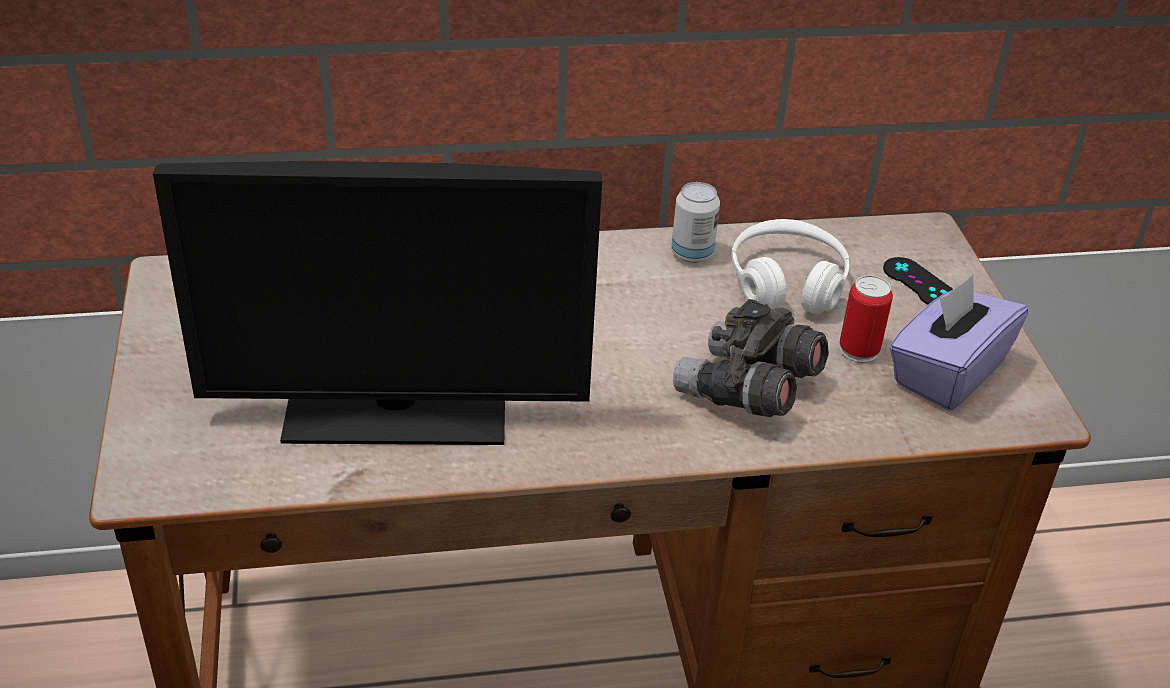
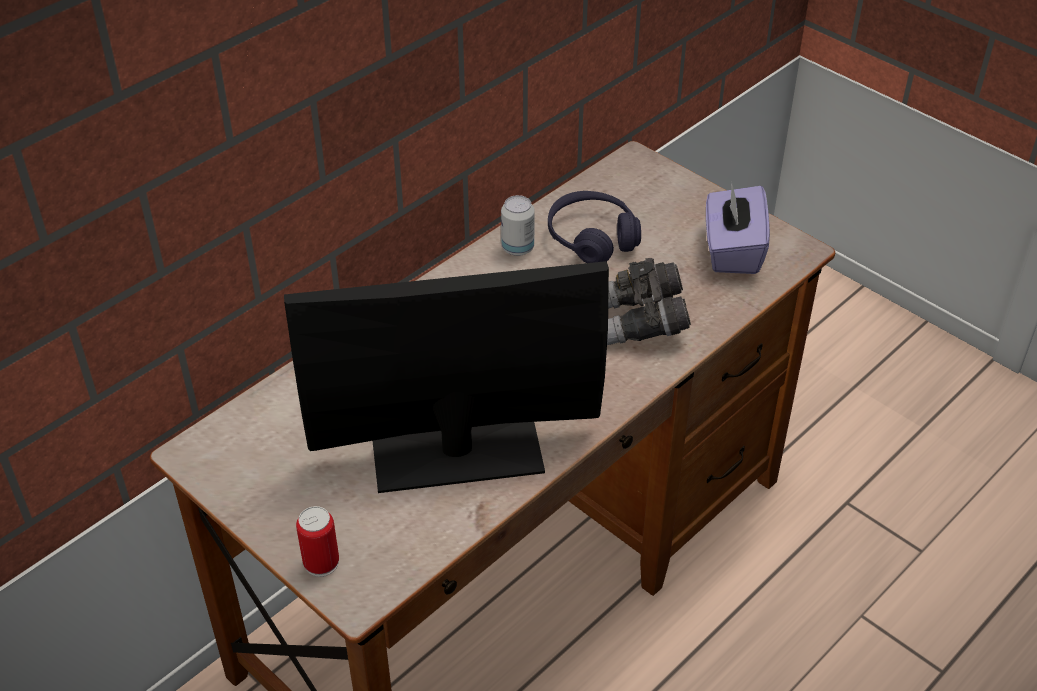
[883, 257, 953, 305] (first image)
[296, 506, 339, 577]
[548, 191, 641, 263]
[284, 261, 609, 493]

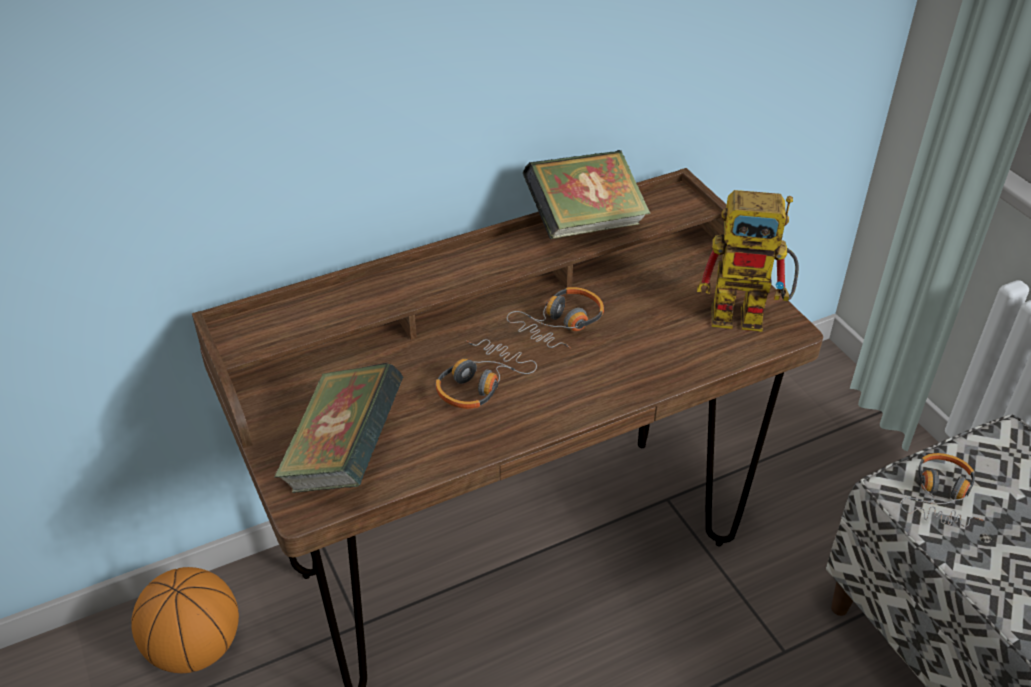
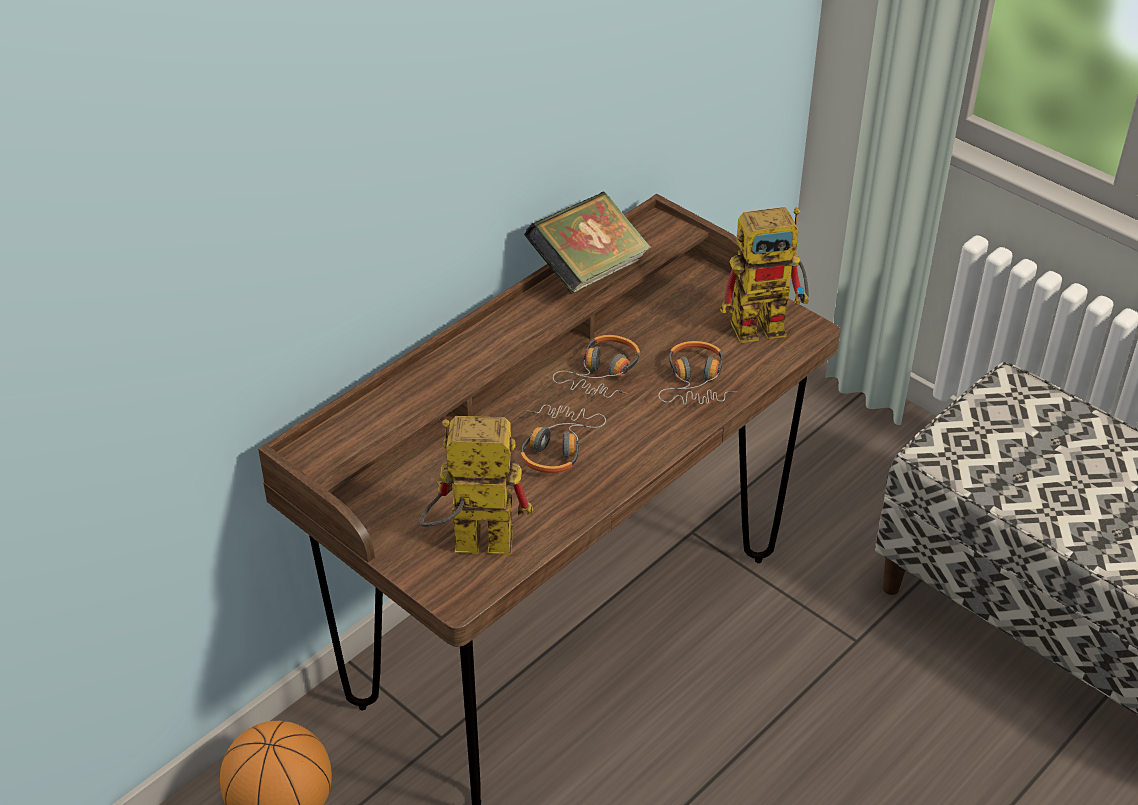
[658, 341, 737, 405]
[419, 416, 533, 555]

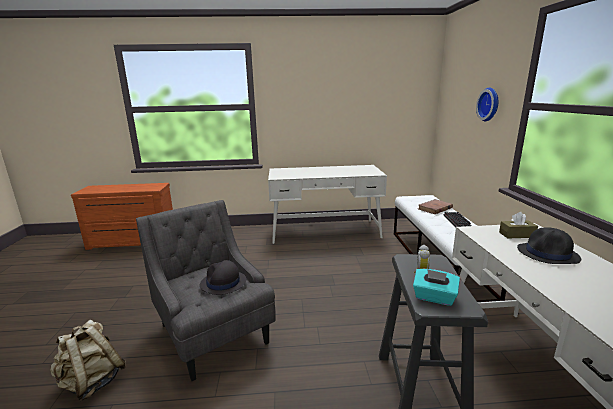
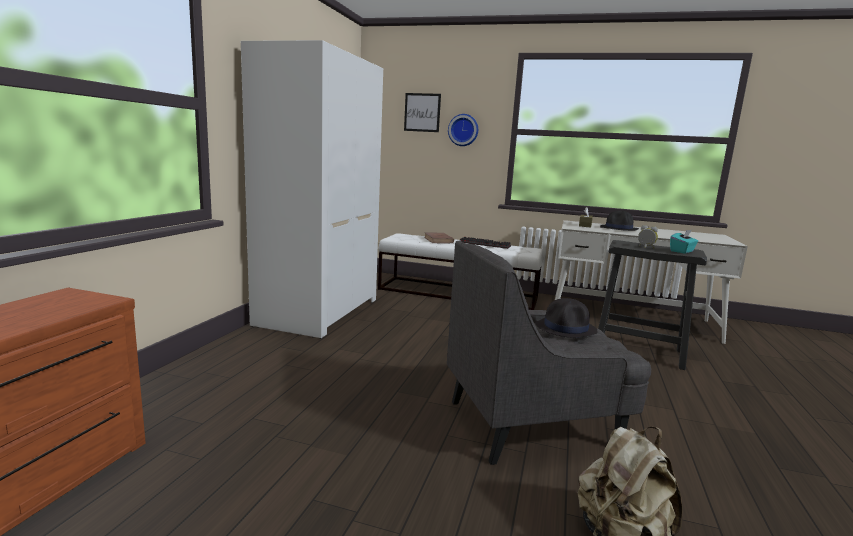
[404, 93, 441, 132]
[241, 40, 383, 339]

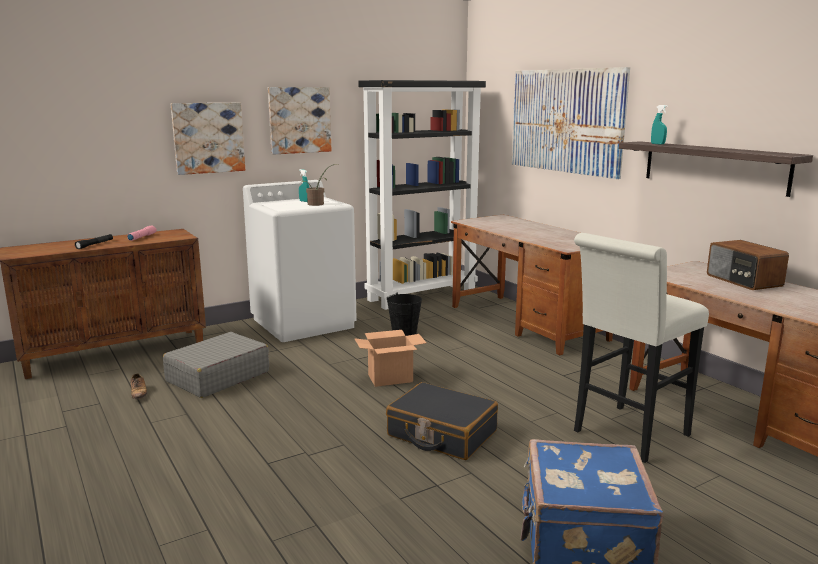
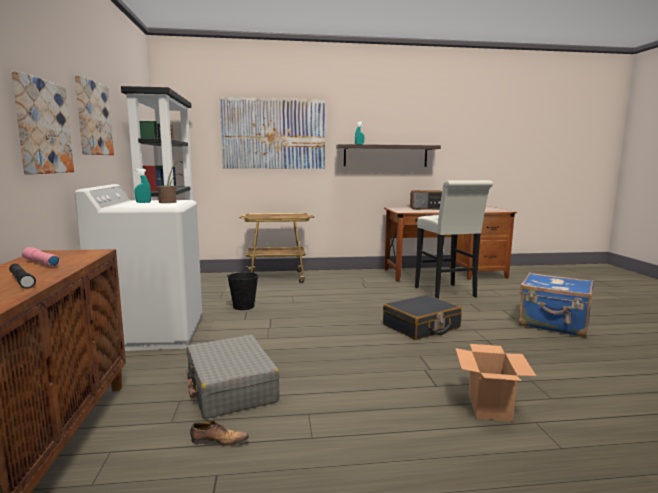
[455, 344, 536, 422]
[239, 213, 314, 283]

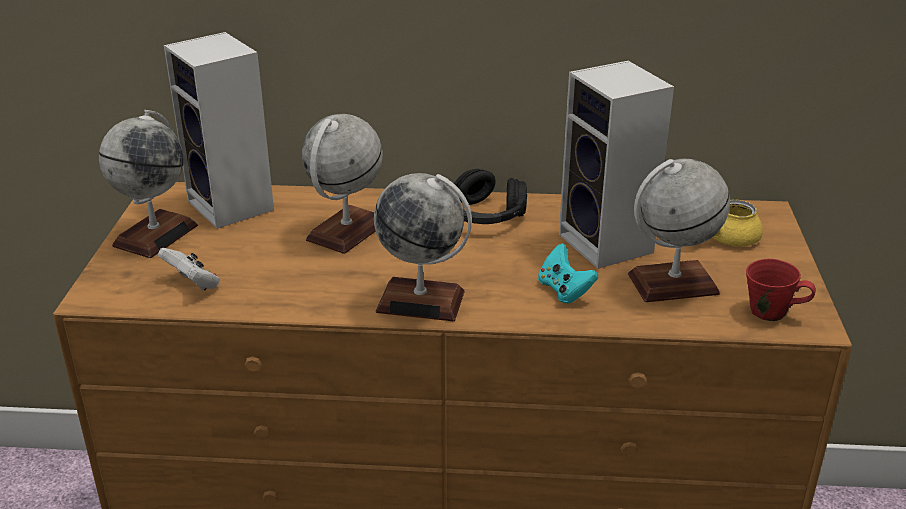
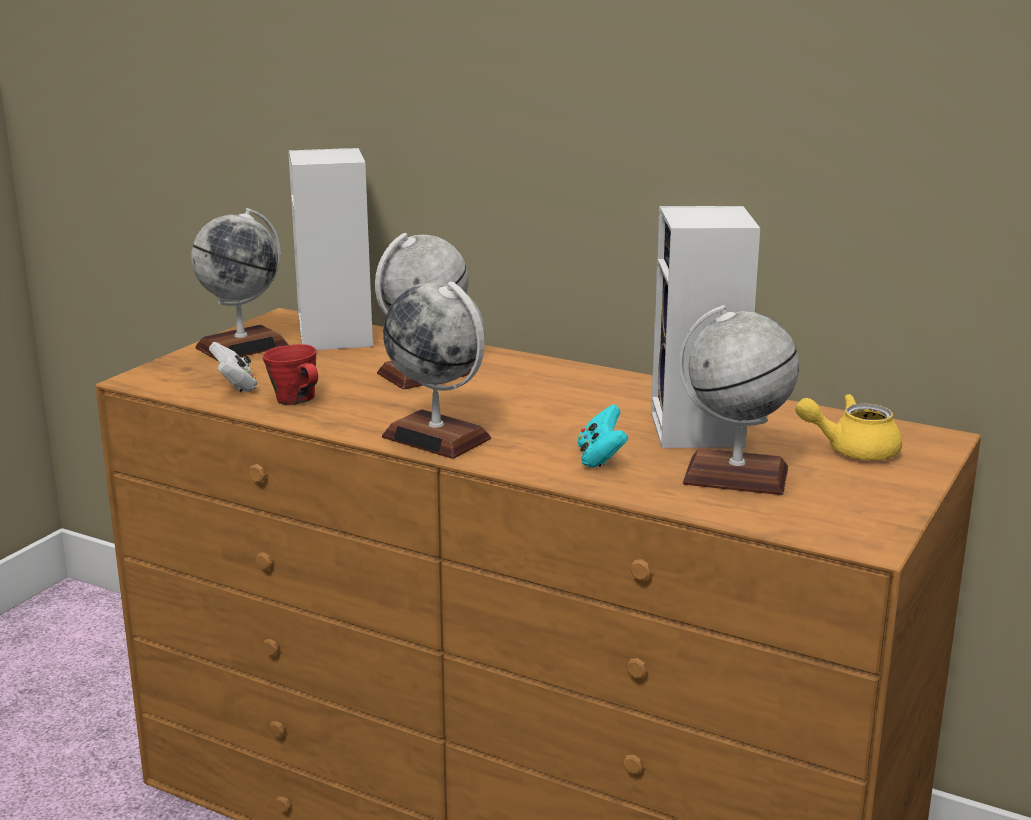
[454, 169, 527, 224] (first image)
[262, 344, 318, 406]

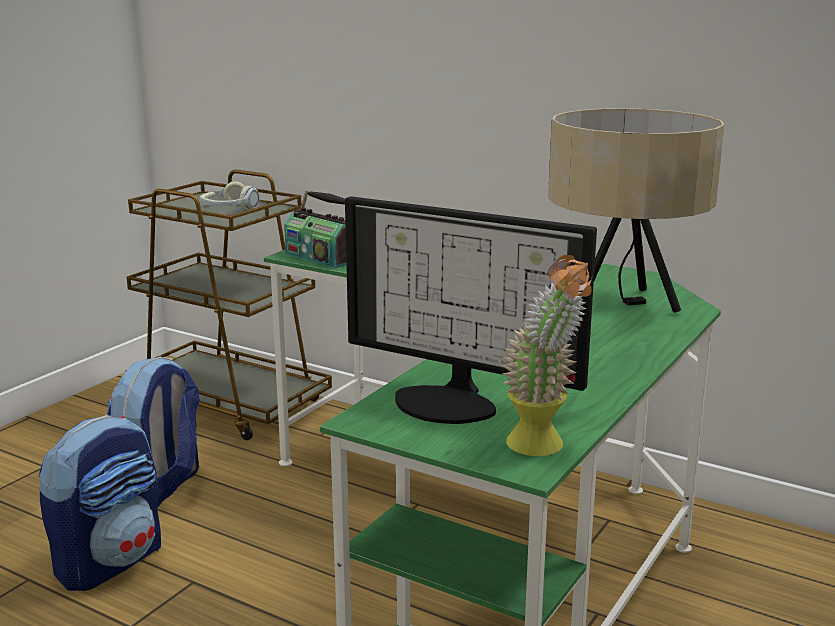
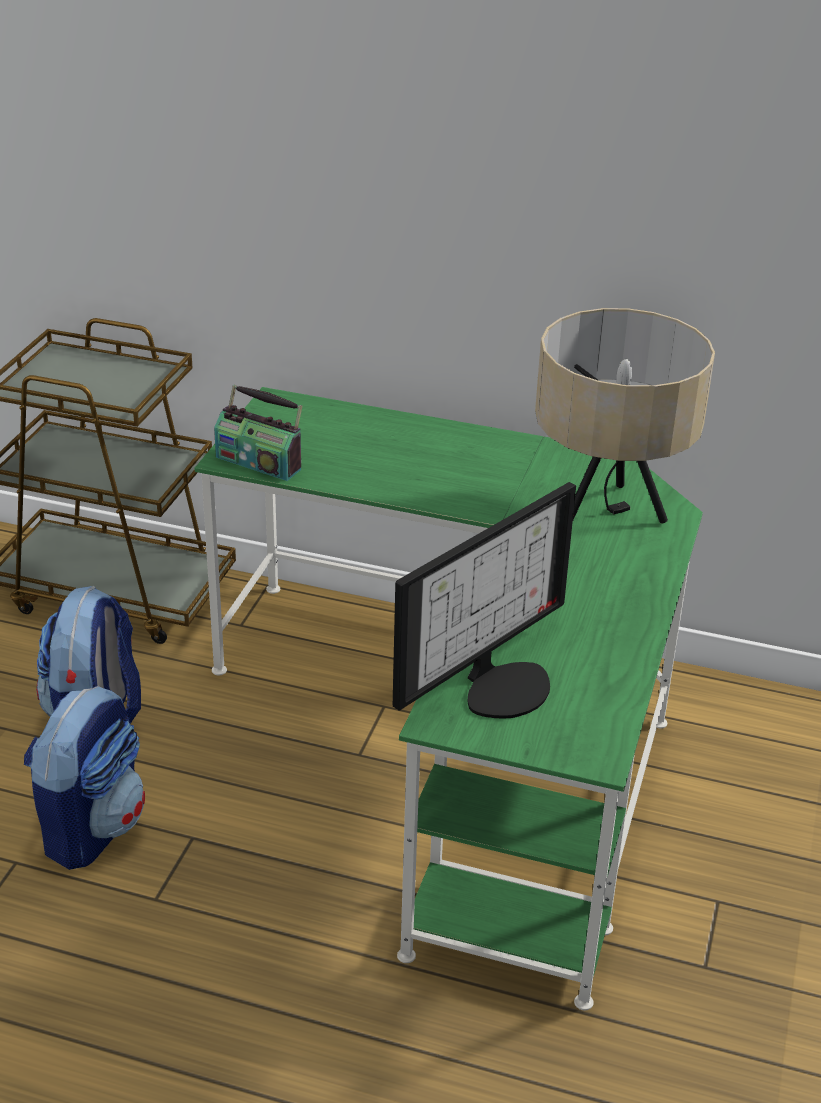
[199, 181, 259, 210] (first image)
[501, 255, 592, 456] (first image)
[393, 482, 576, 718]

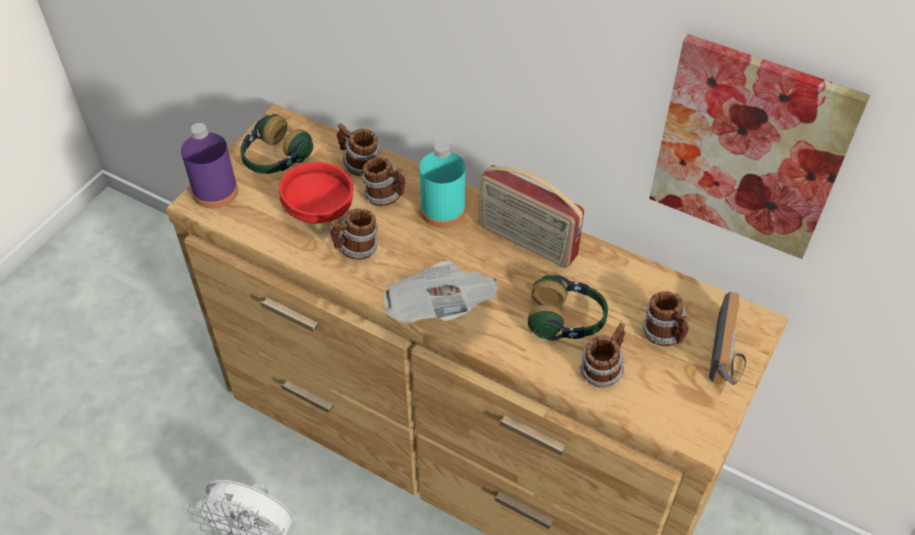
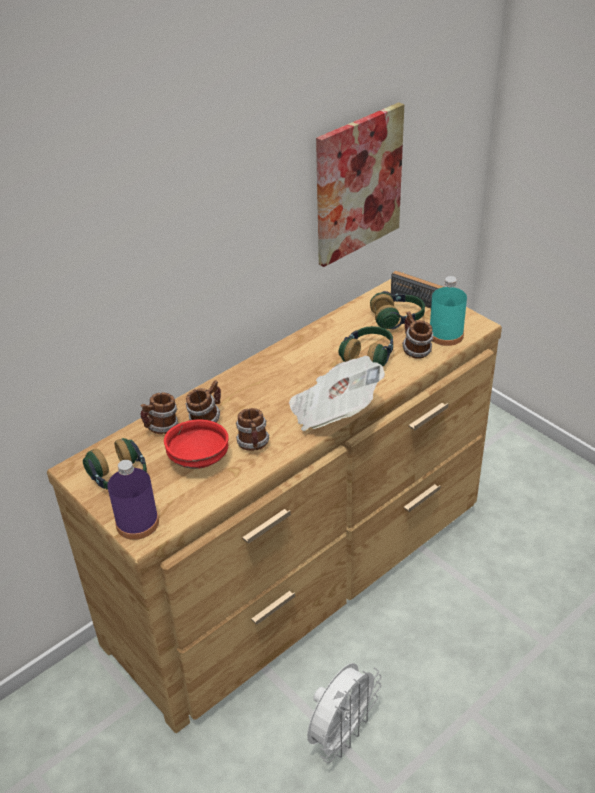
[479, 165, 584, 268] (first image)
[430, 276, 467, 346]
[370, 291, 425, 329]

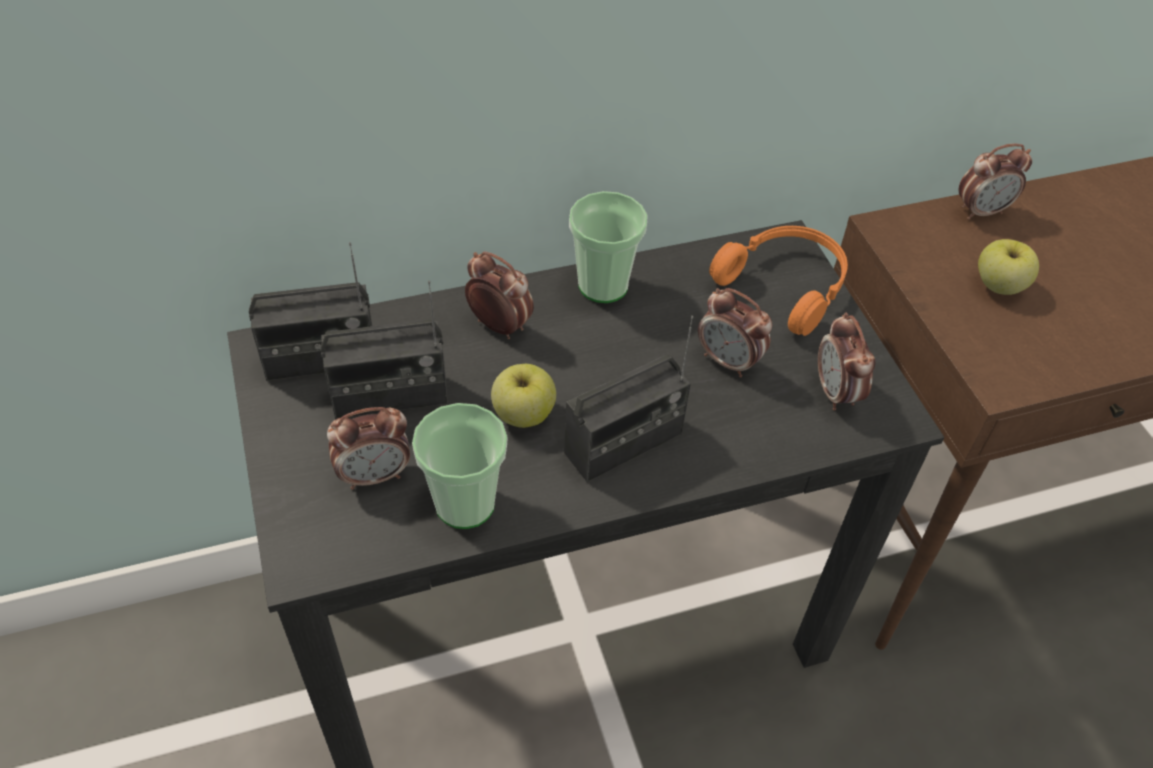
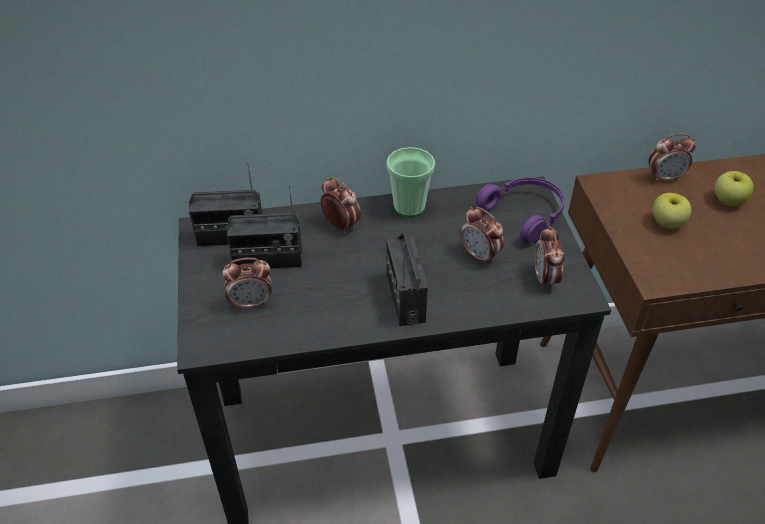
[412, 403, 507, 529] (first image)
[714, 171, 754, 206]
[476, 177, 565, 244]
[386, 232, 428, 326]

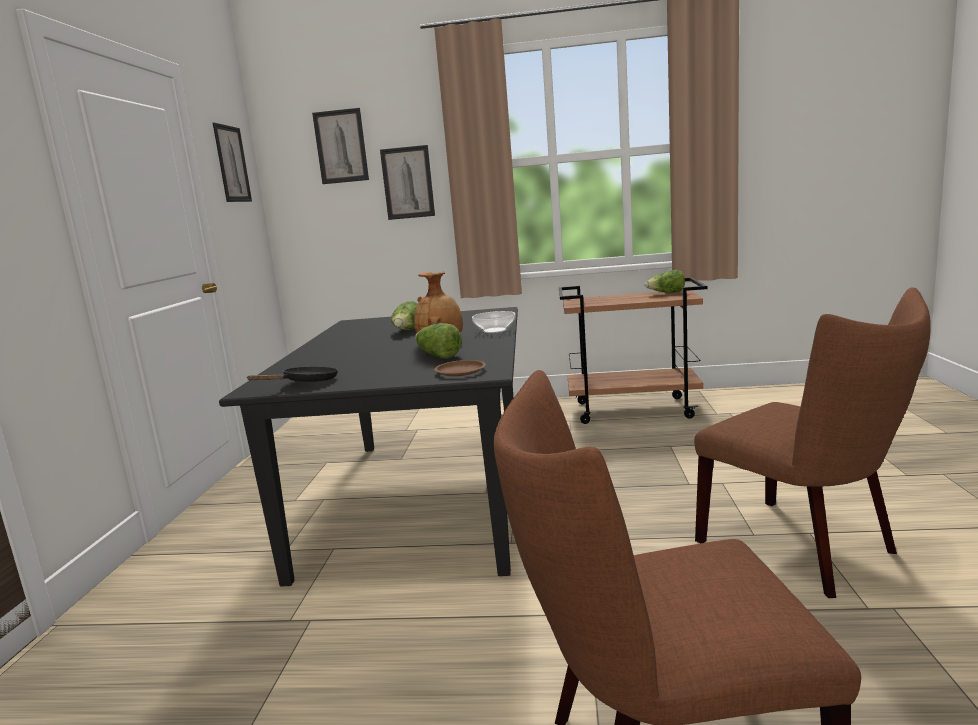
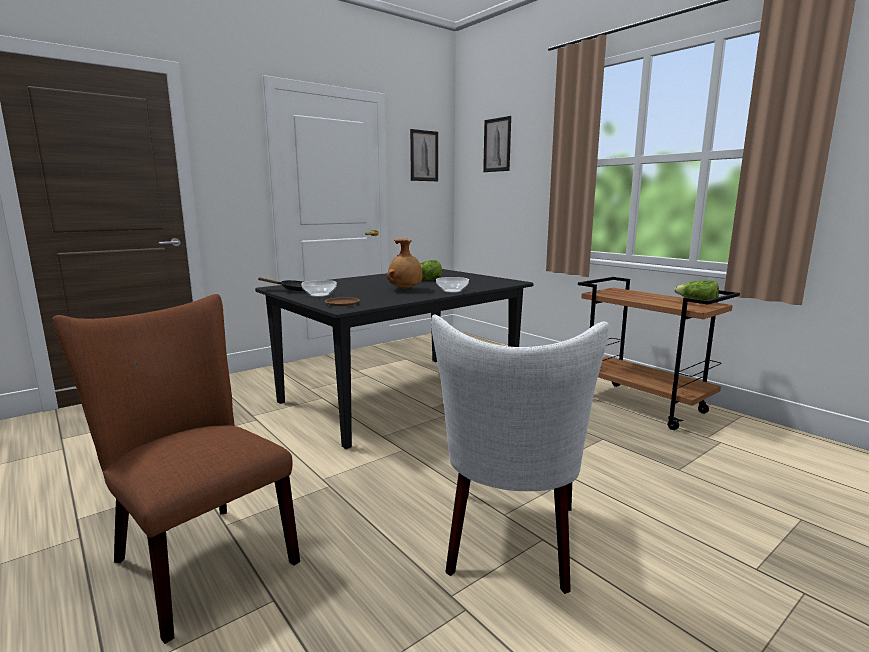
[380, 145, 435, 220] (first image)
[415, 323, 462, 359] (first image)
[301, 280, 337, 297]
[431, 315, 609, 594]

